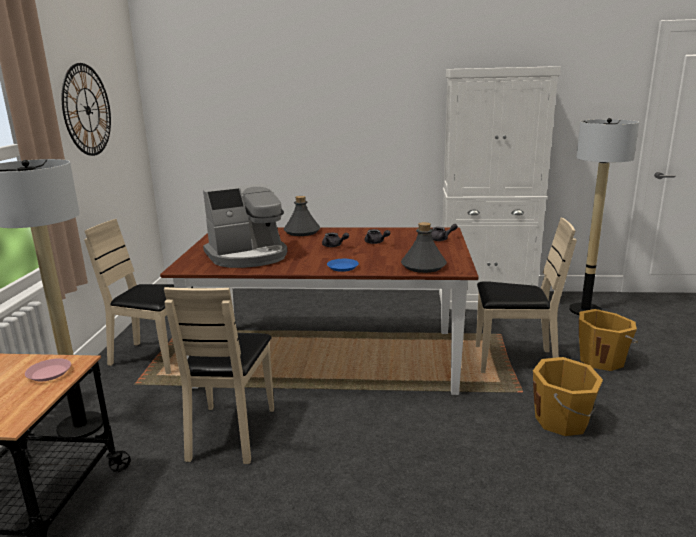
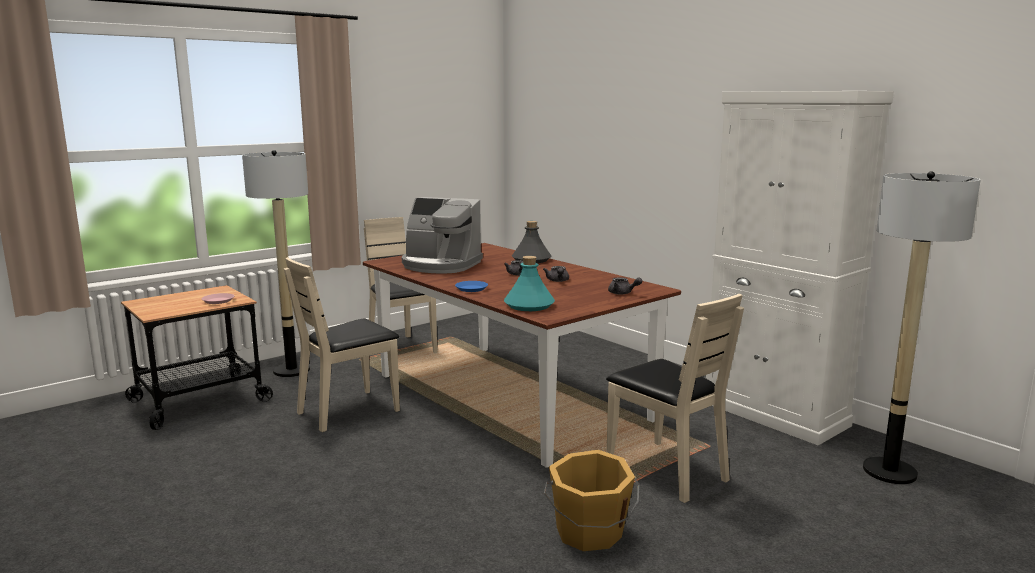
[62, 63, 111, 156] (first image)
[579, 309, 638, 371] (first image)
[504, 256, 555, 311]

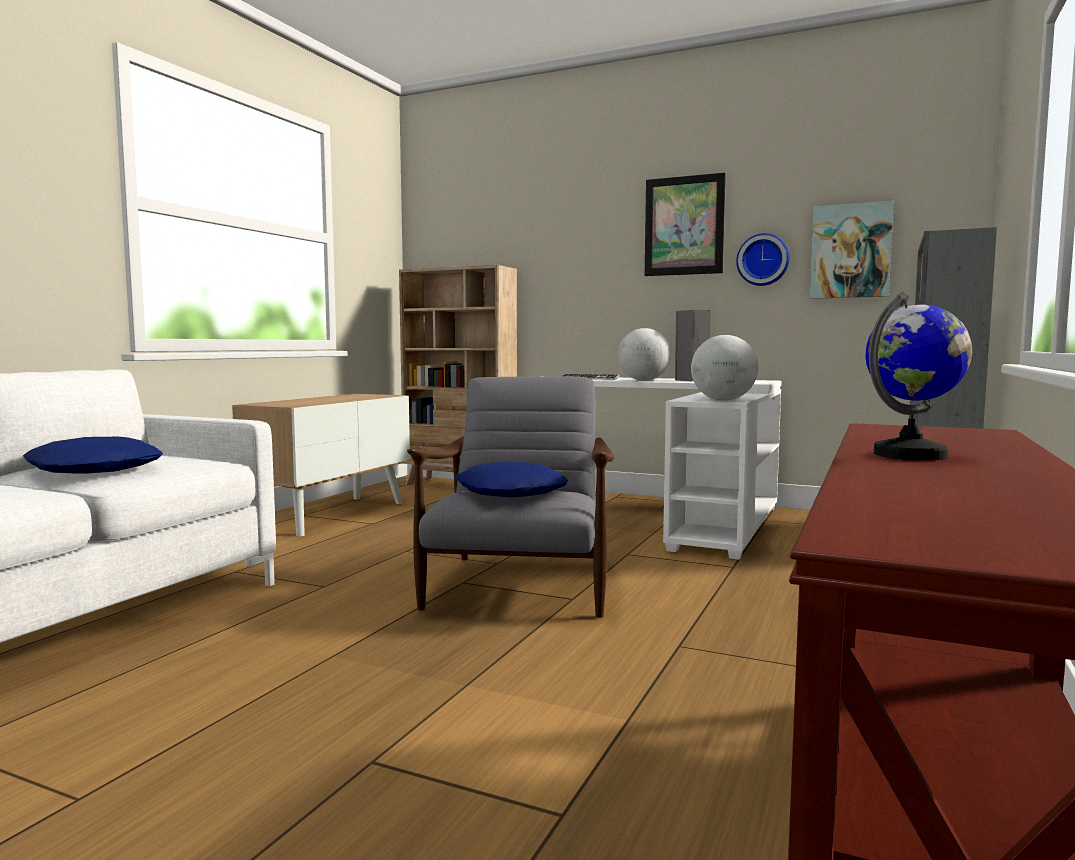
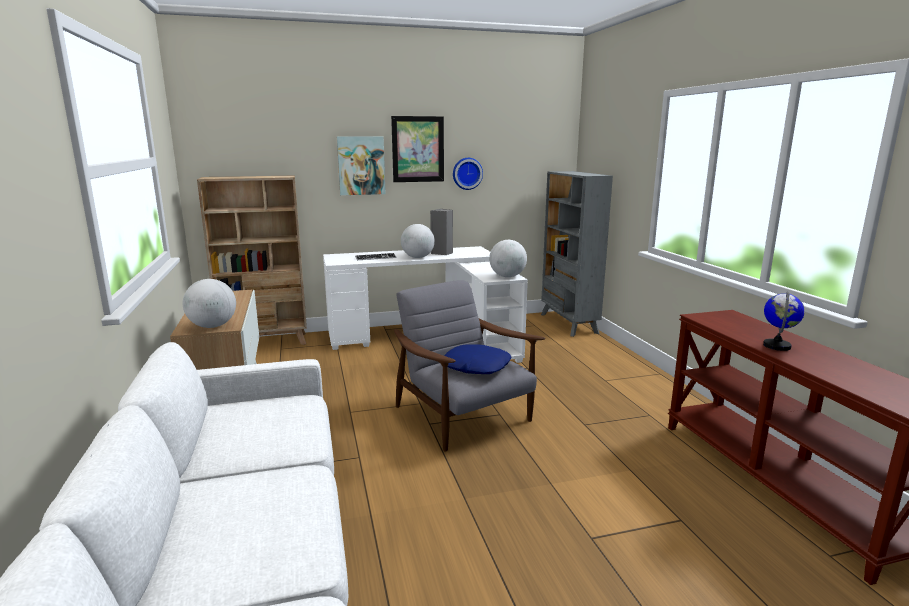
[23, 437, 163, 474] (first image)
[183, 279, 236, 328]
[337, 137, 386, 195]

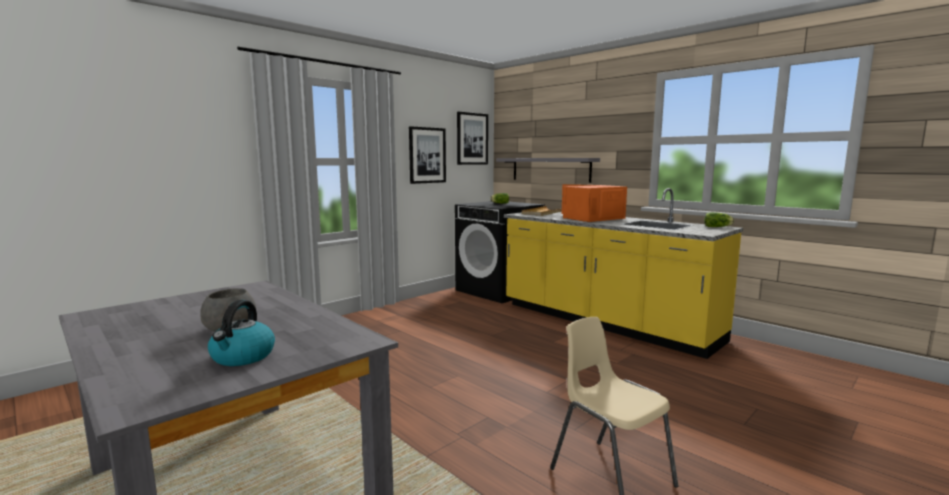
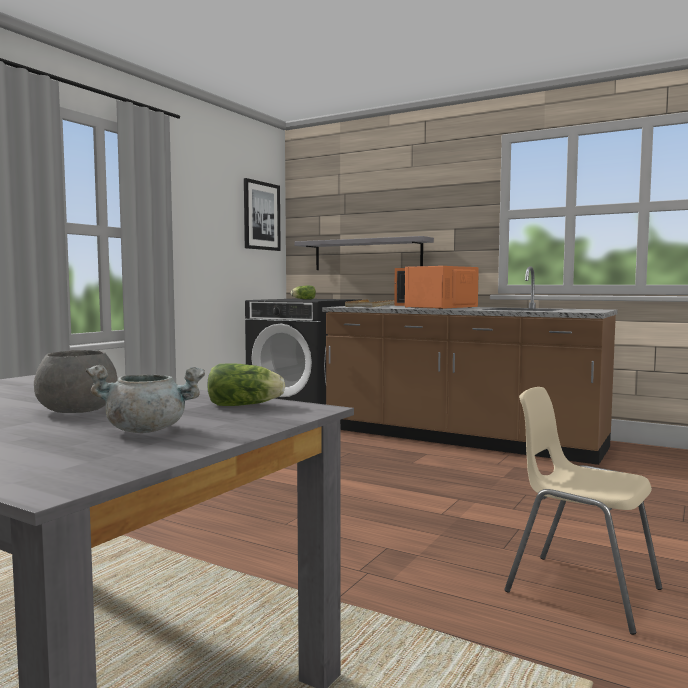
[409, 126, 446, 184] (first image)
[208, 363, 285, 406]
[86, 365, 205, 433]
[322, 266, 618, 465]

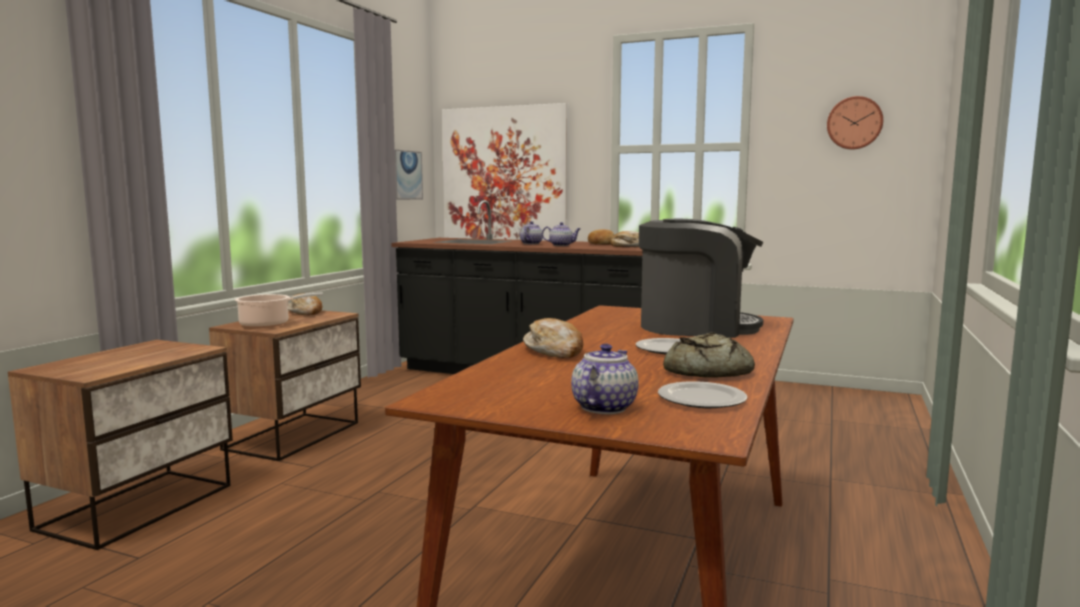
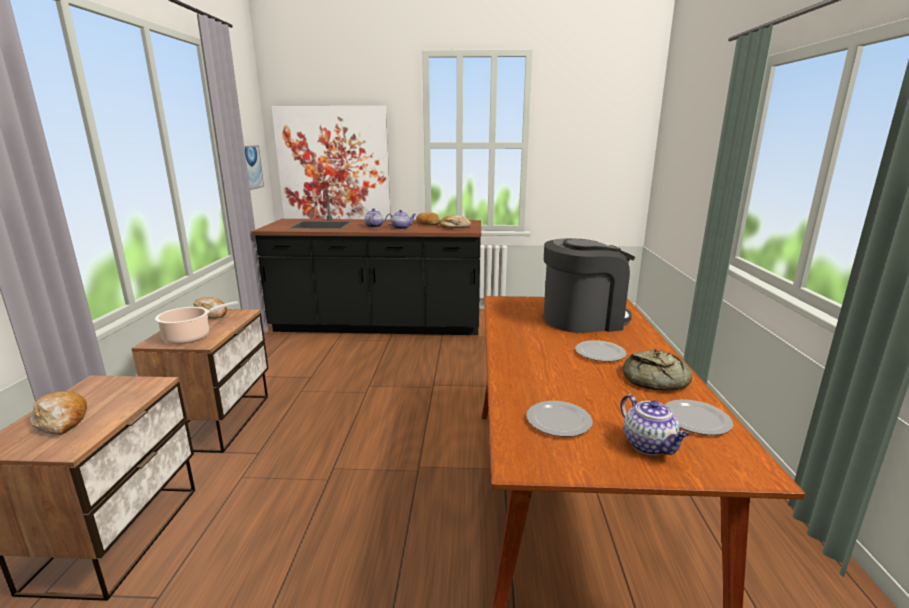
[827, 96, 883, 150] (first image)
[526, 401, 593, 437]
[30, 391, 87, 435]
[620, 394, 689, 455]

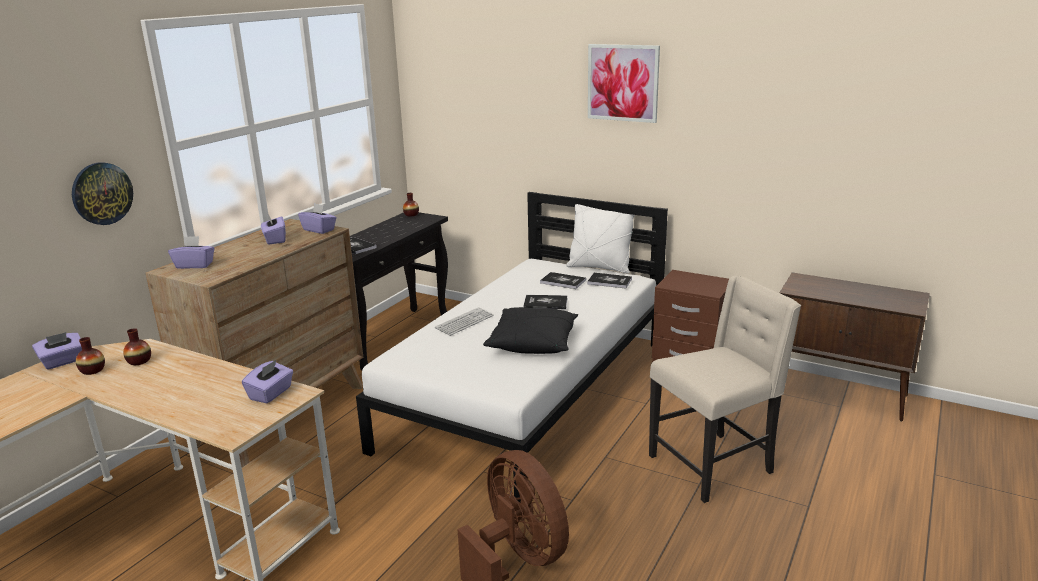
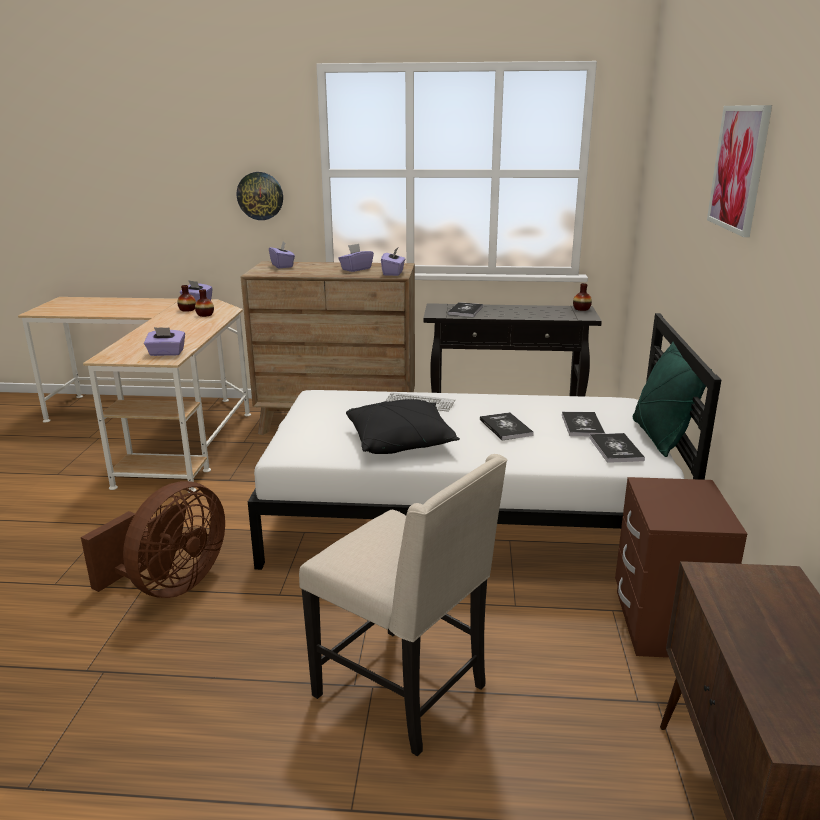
[633, 342, 712, 457]

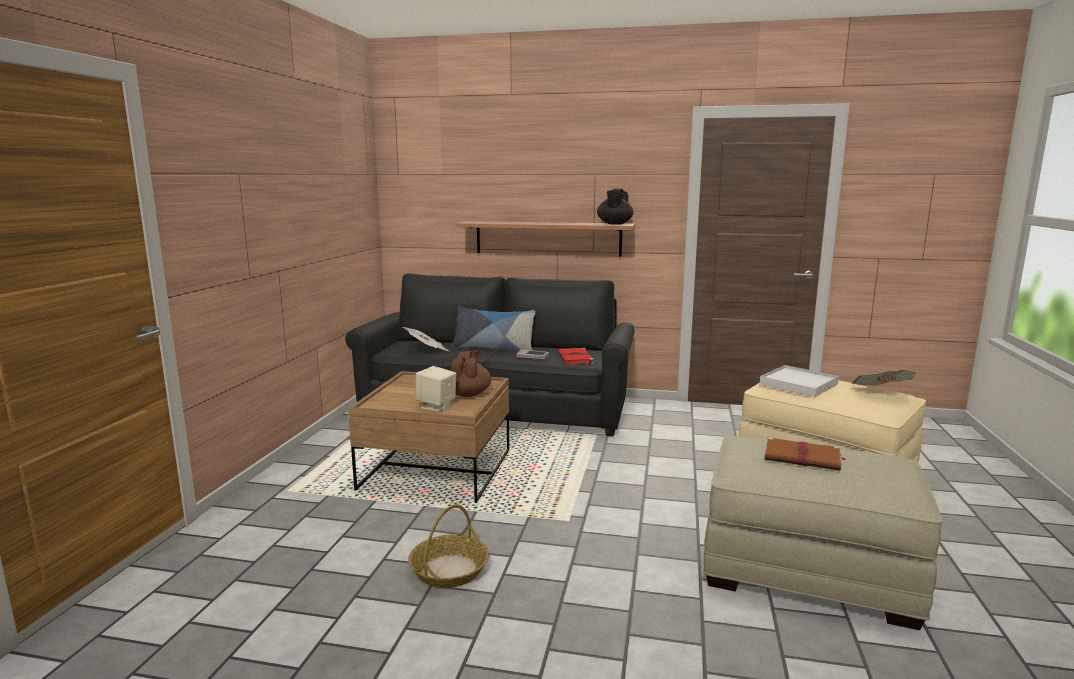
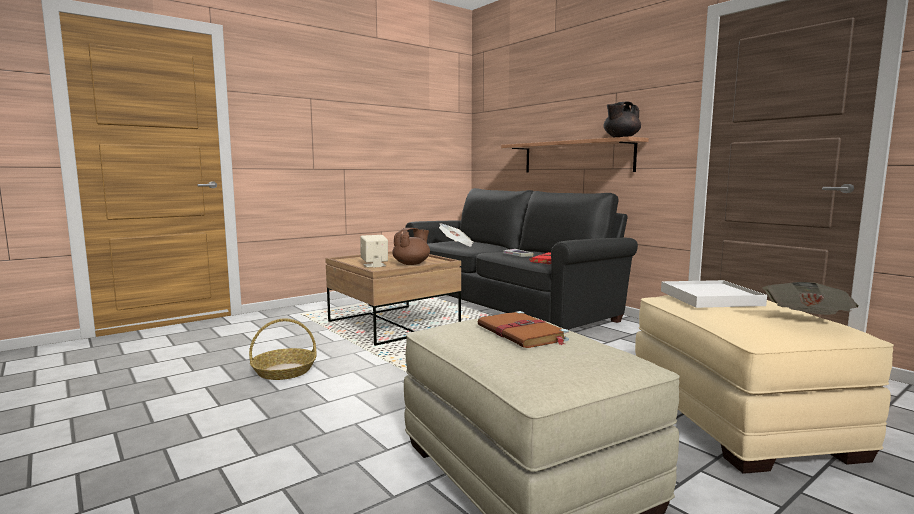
[452, 306, 536, 352] (first image)

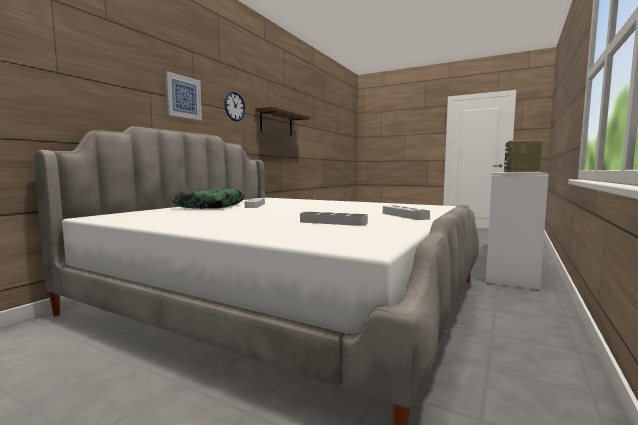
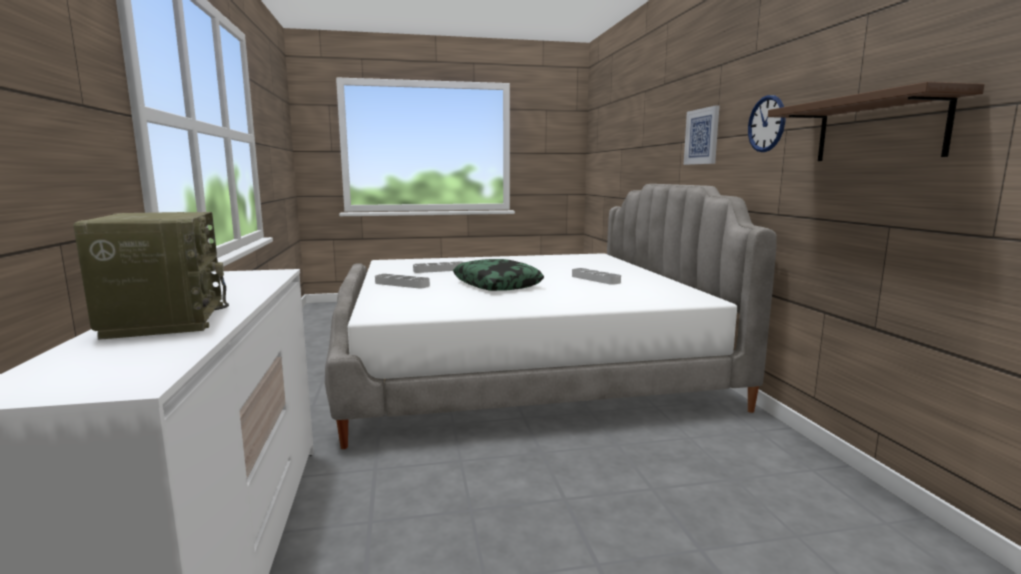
[453, 259, 544, 291]

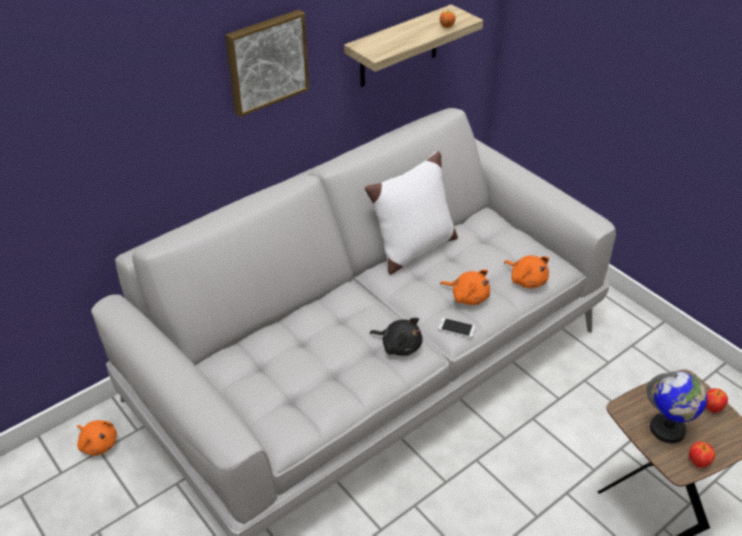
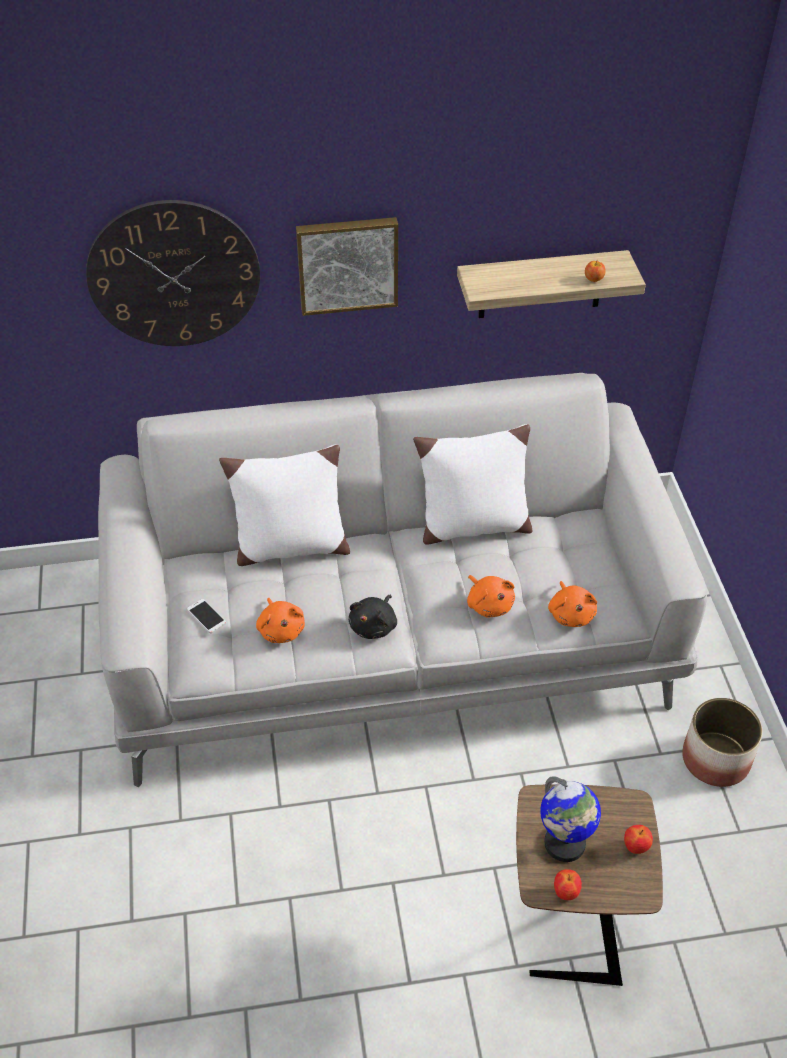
[86, 200, 260, 346]
[219, 444, 350, 566]
[682, 698, 763, 787]
[256, 598, 305, 643]
[187, 599, 226, 633]
[349, 595, 397, 639]

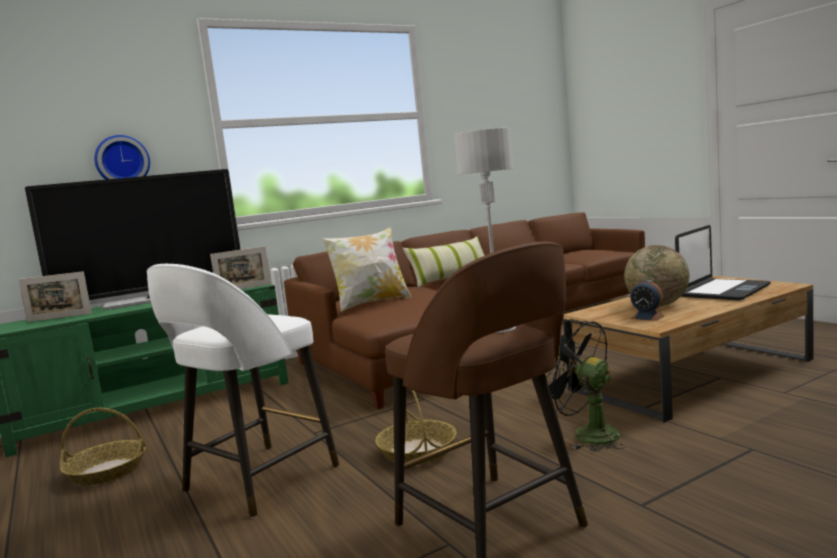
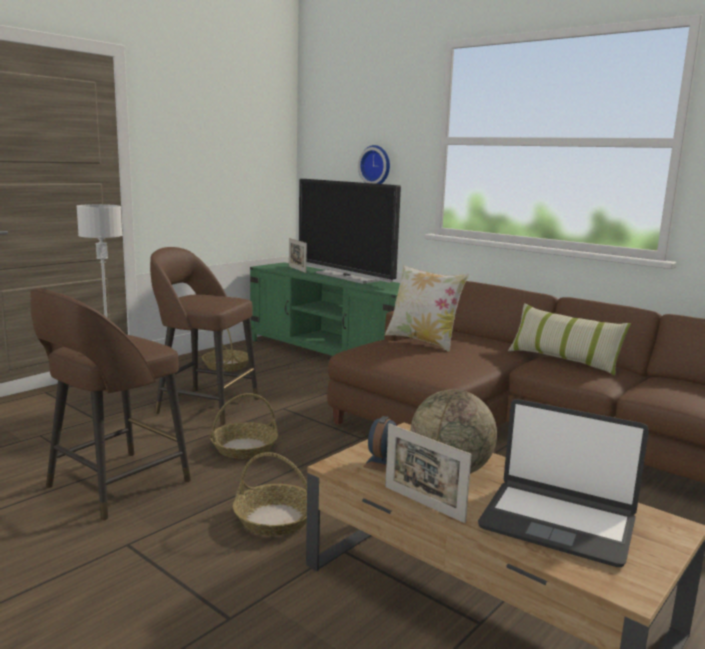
[385, 423, 472, 523]
[233, 452, 307, 536]
[150, 247, 259, 425]

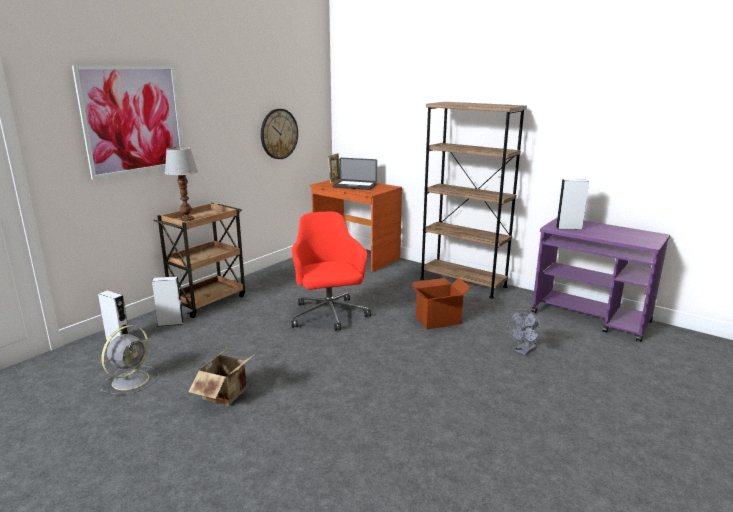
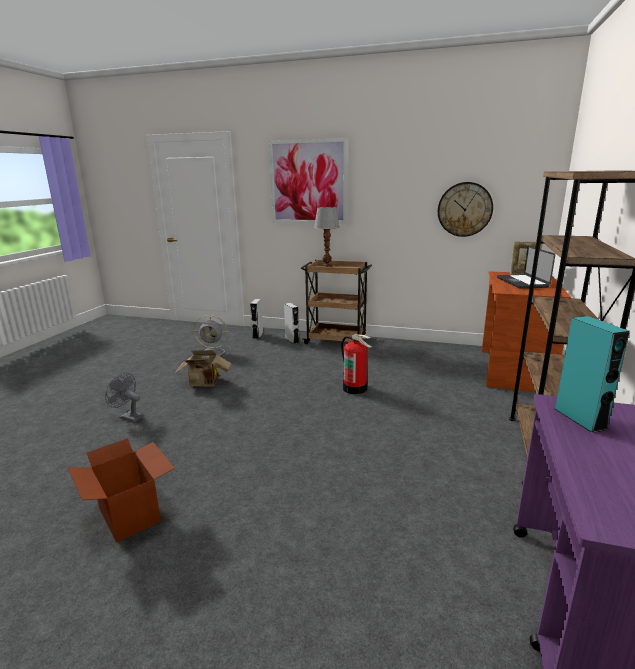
[68, 438, 175, 543]
[105, 373, 143, 422]
[341, 334, 372, 394]
[555, 316, 630, 433]

